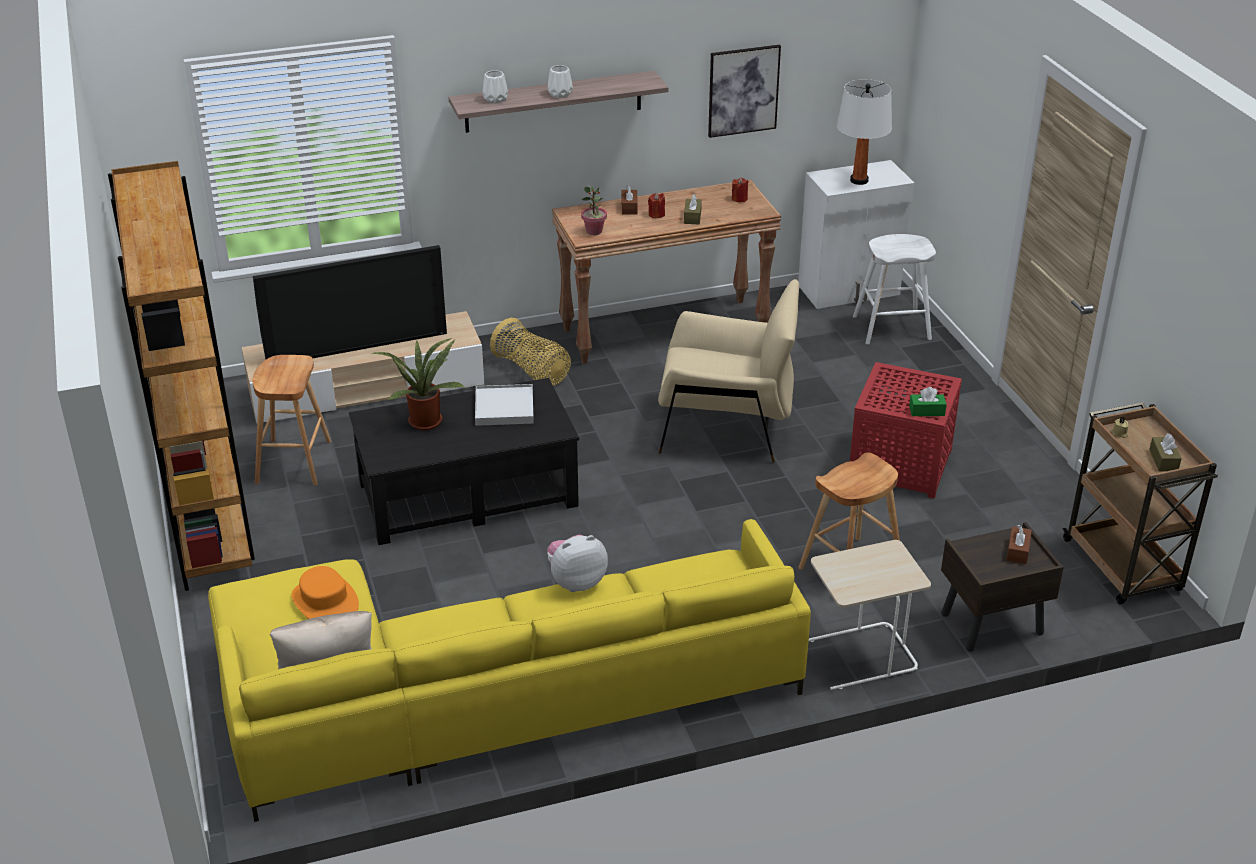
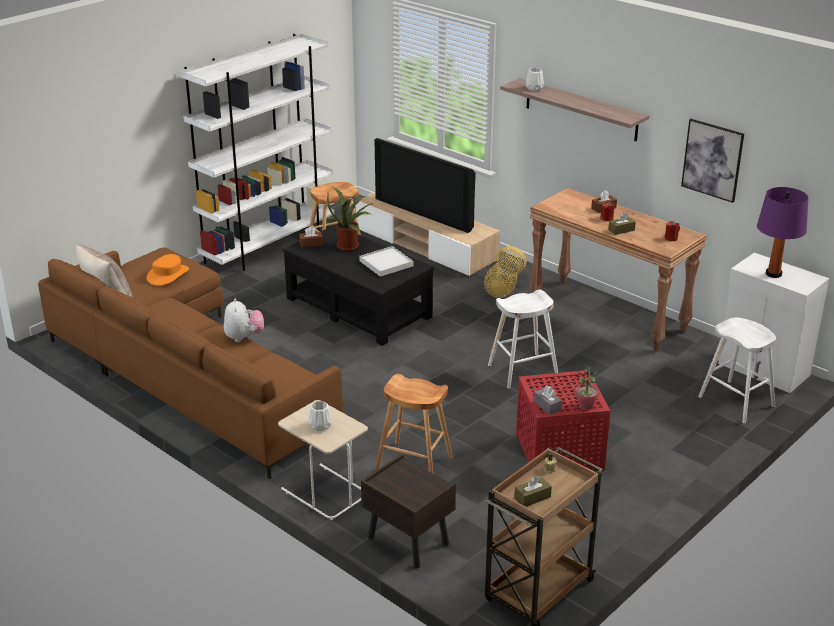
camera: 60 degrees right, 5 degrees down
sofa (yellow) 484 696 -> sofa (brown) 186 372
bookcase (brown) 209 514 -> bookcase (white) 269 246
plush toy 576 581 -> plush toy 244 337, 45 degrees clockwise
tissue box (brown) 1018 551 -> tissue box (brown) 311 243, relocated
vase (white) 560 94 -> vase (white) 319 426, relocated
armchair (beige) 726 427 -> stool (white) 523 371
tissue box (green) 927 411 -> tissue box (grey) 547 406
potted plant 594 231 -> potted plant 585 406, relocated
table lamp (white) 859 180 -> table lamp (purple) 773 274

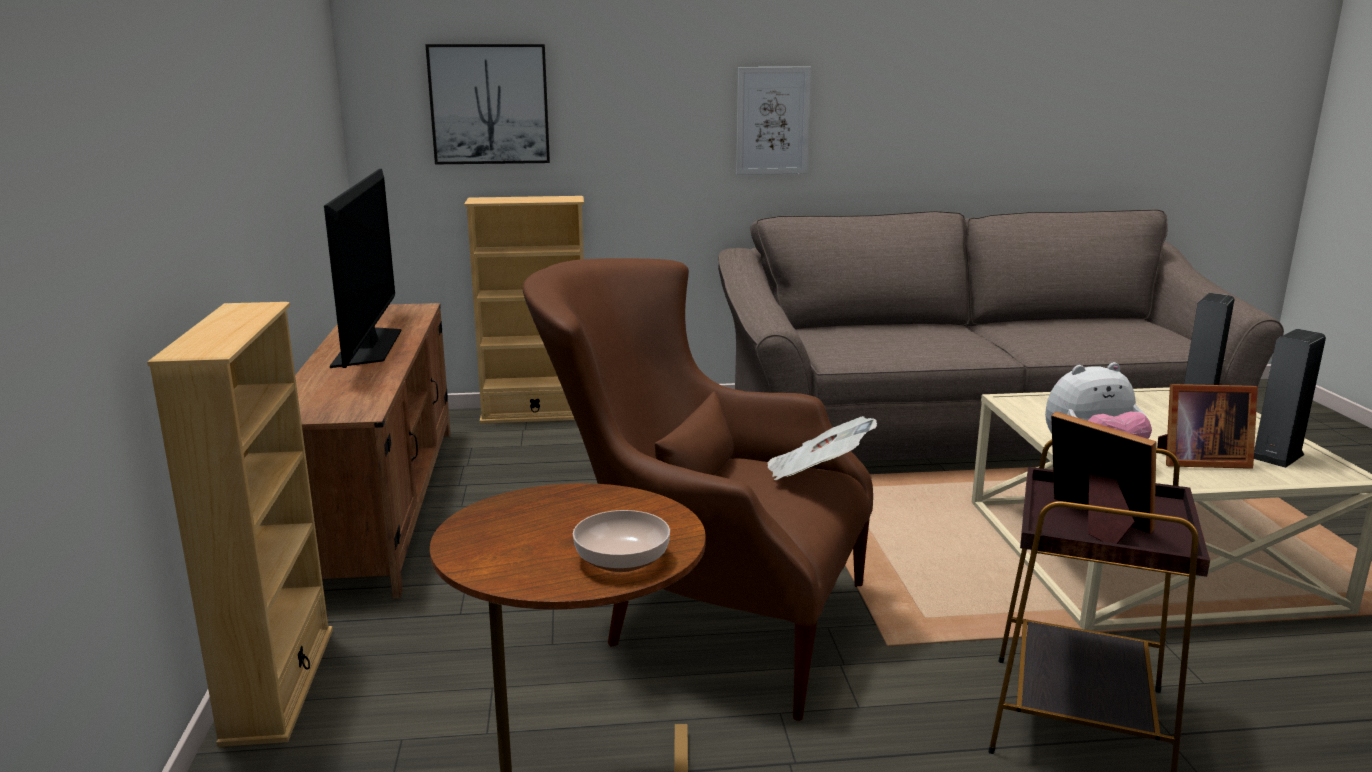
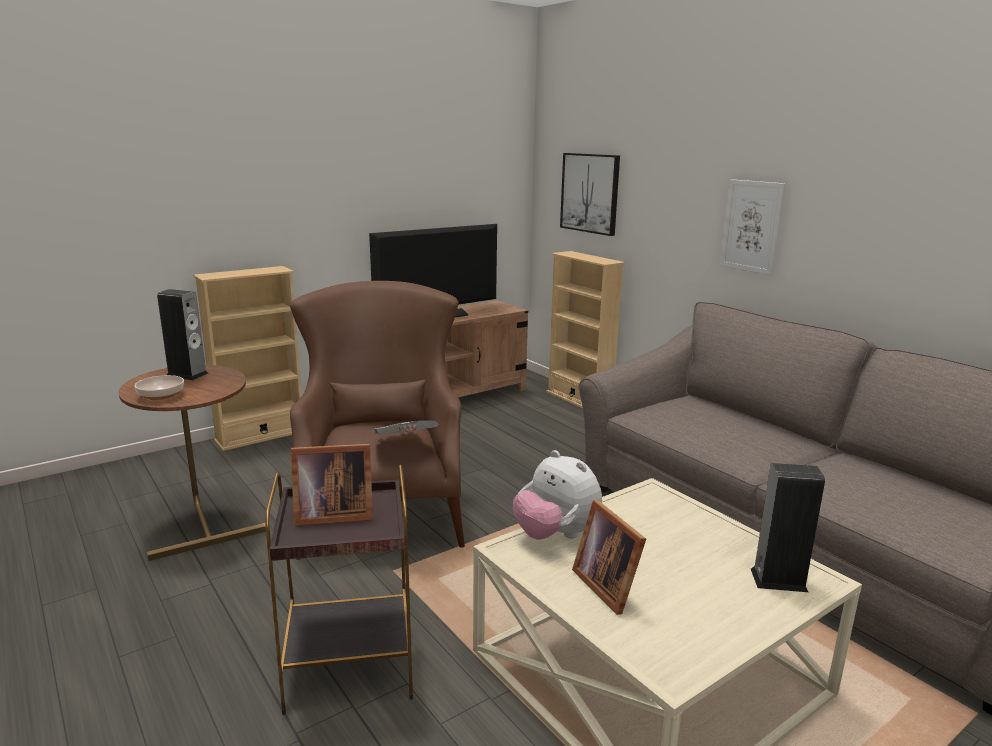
camera: 60 degrees right, 0 degrees up
speaker 1276 456 -> speaker 187 374, relocated
picture frame 1095 523 -> picture frame 331 514, 60 degrees clockwise

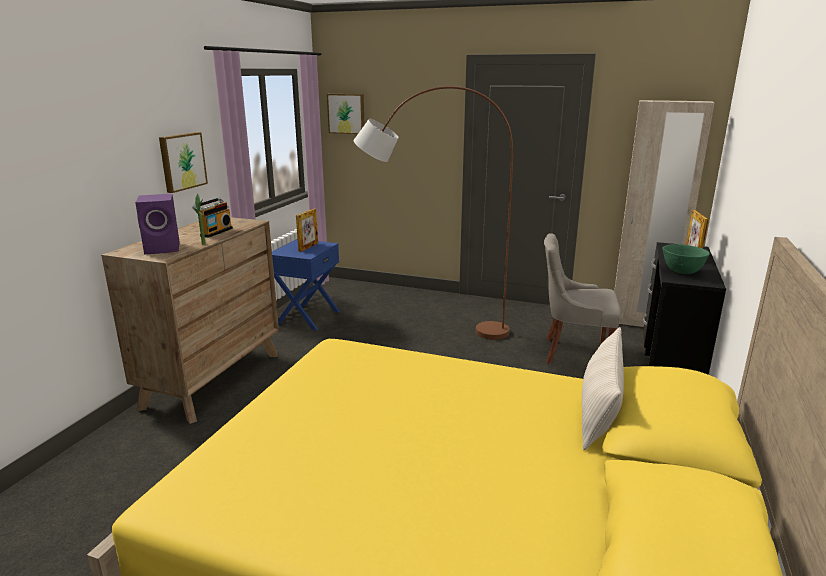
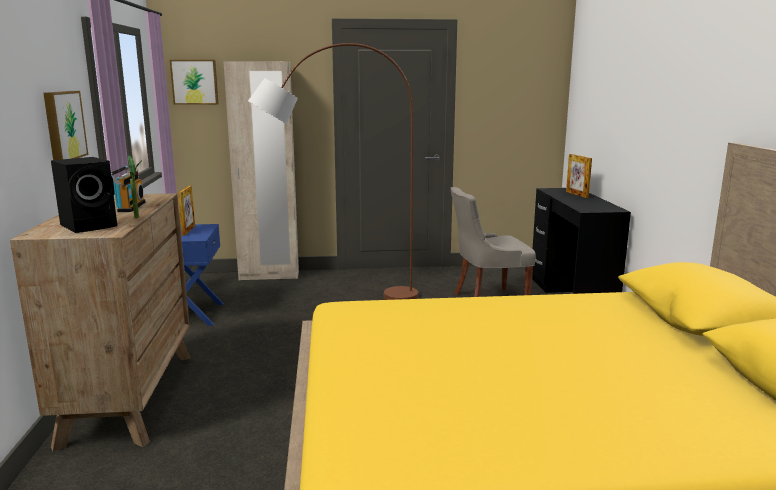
camera: 25 degrees left, 5 degrees down
speaker (purple) 164 248 -> speaker (black) 91 226
wardrobe (beige) 641 322 -> wardrobe (beige) 269 276, relocated
pillow (beige) 599 412 -> none
bowl (green) 681 271 -> none

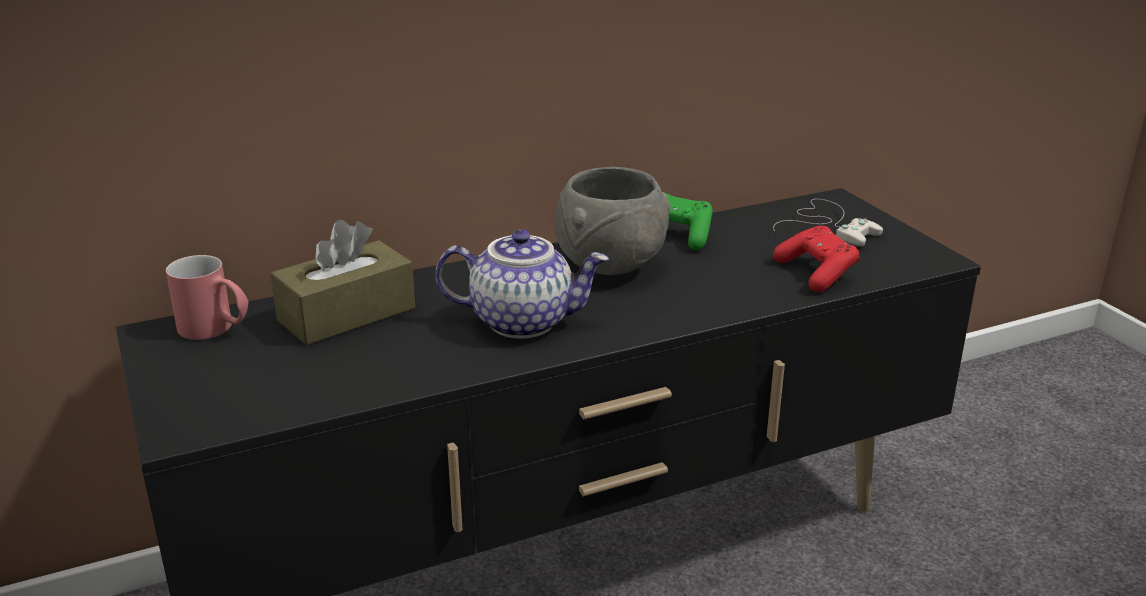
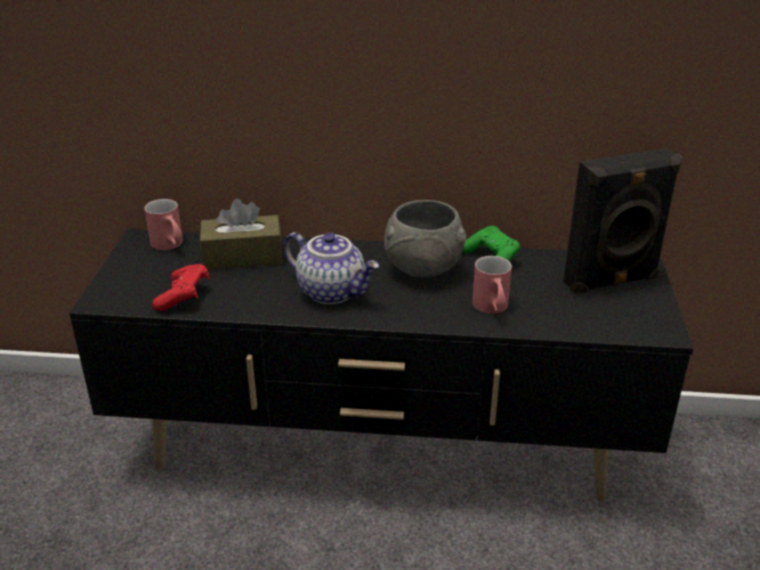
camera: 30 degrees right, 5 degrees up
game controller (red) 816 273 -> game controller (red) 184 297, relocated
none -> mug (red) 492 309
game controller (white) 828 225 -> speaker (black) 612 282

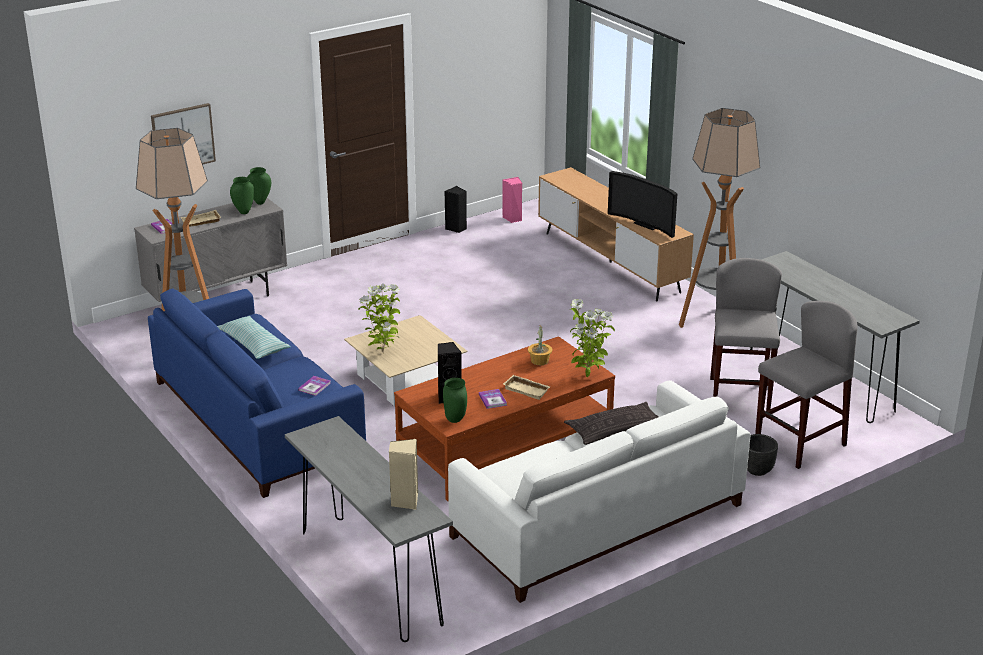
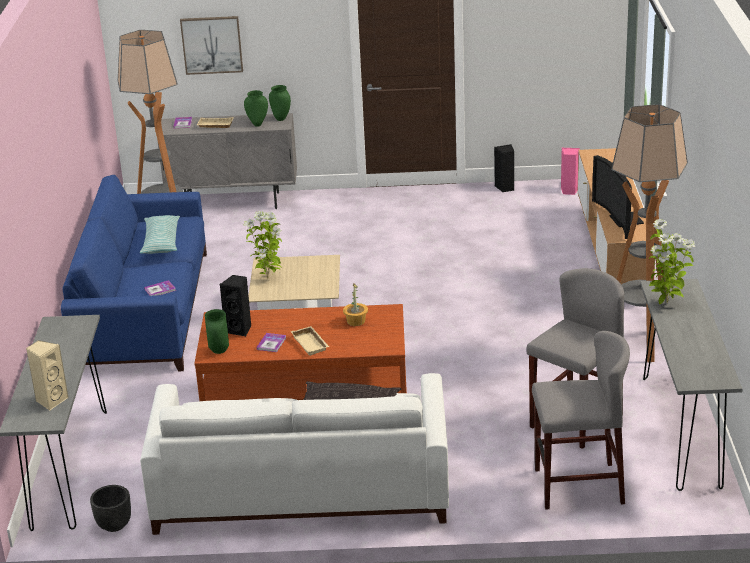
camera: 35 degrees right, 0 degrees up
planter (black) 757 470 -> planter (black) 113 525, relocated
potted plant 588 375 -> potted plant 666 303, relocated

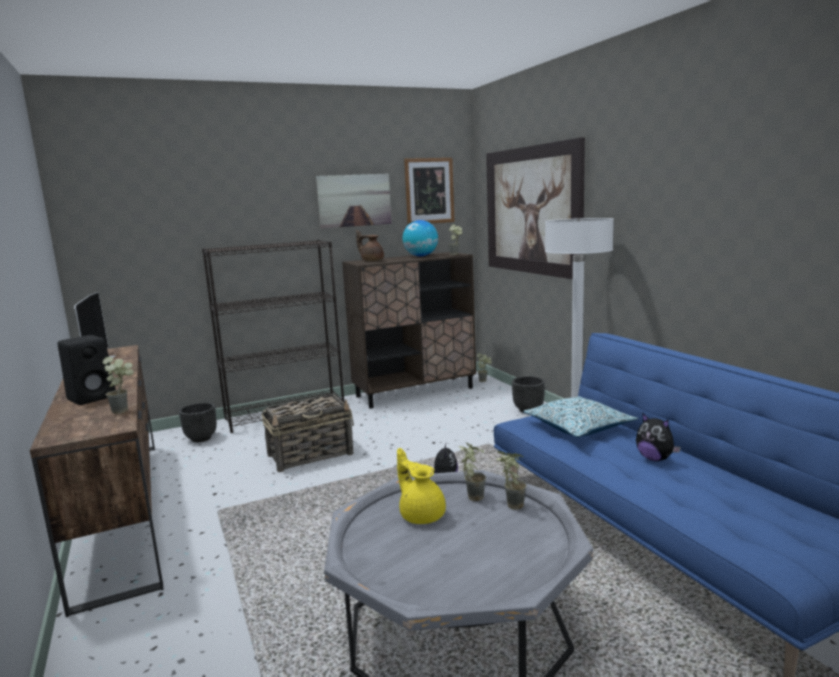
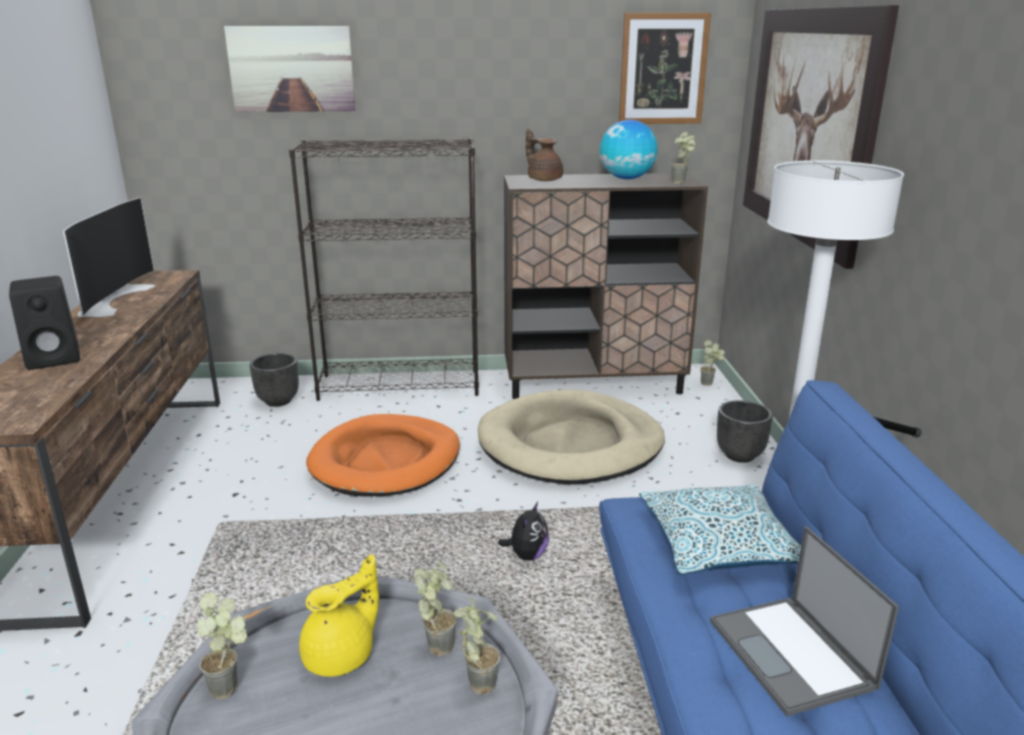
camera: 20 degrees right, 10 degrees up
potted plant 125 410 -> potted plant 233 687, relocated
picture 354 200 -> picture 291 69, relocated
teapot (yellow) 421 514 -> teapot (yellow) 342 655, 60 degrees clockwise
basket 311 454 -> dog bed (orange) 386 461
none -> dog bed (beige) 570 444
plush toy 655 459 -> laptop 792 655

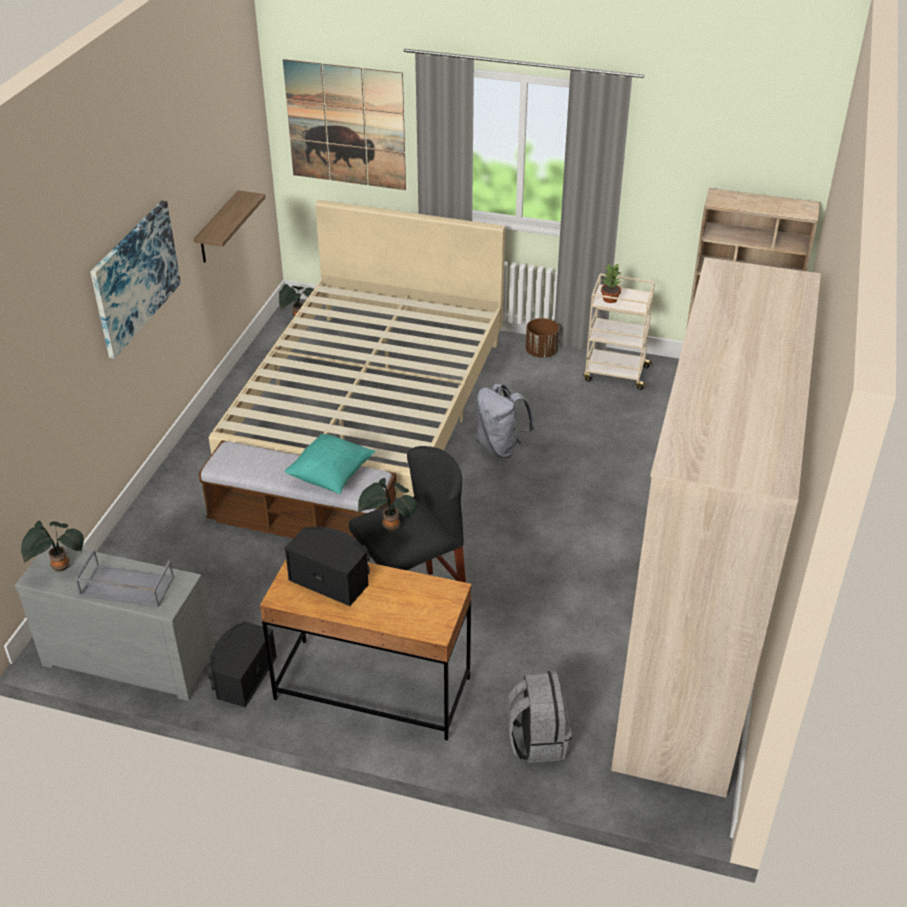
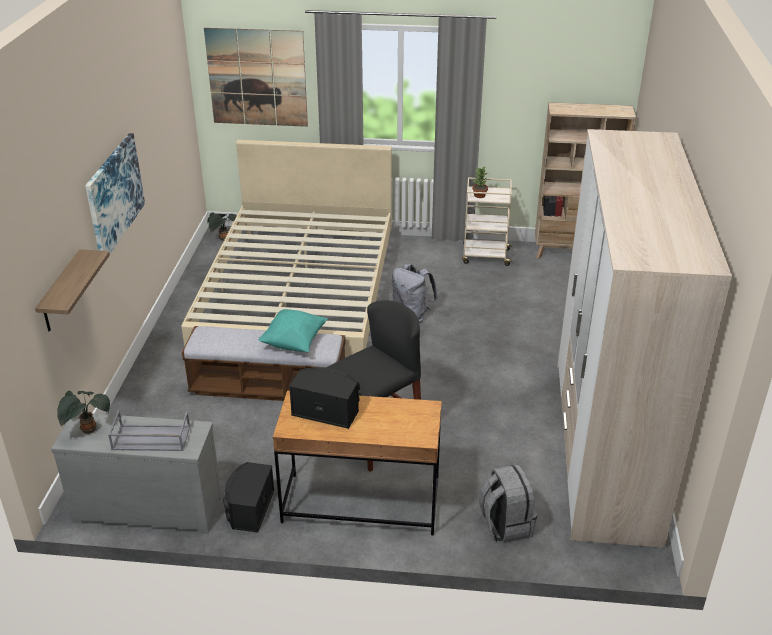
camera: 10 degrees left, 5 degrees down
shelf 218 228 -> shelf 61 292, relocated
potted plant 389 527 -> none
planter (brown) 541 352 -> none

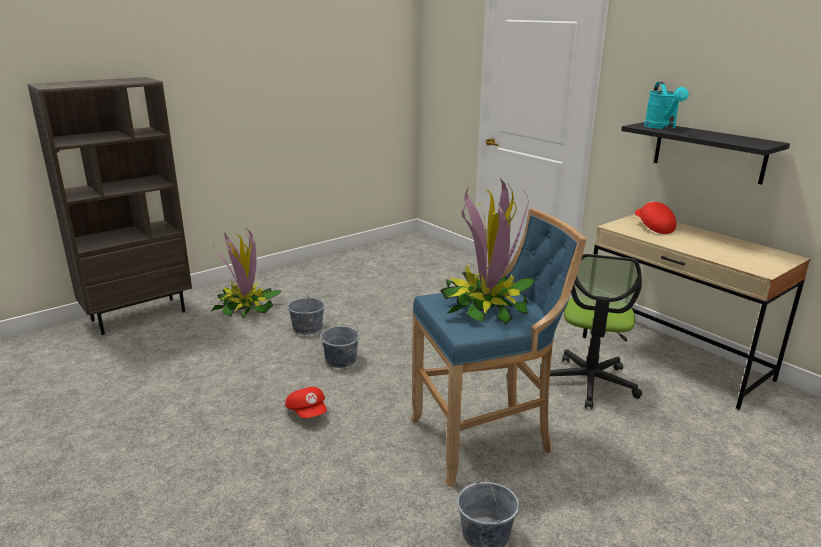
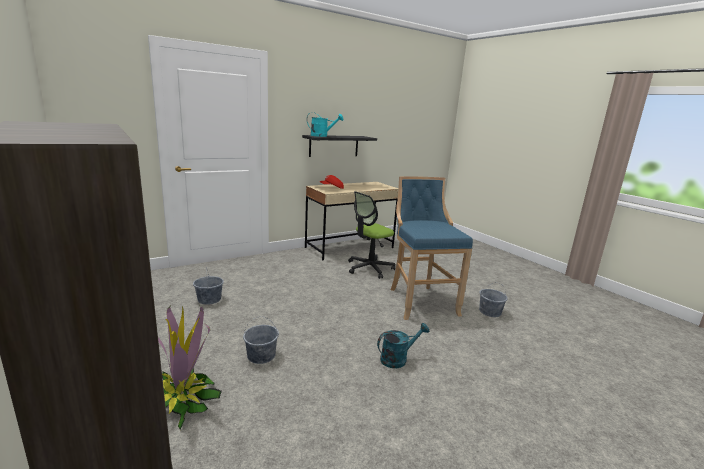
camera: 85 degrees left, 5 degrees down
bucket (grey) 340 360 -> bucket (grey) 209 299, relocated
office chair 589 383 -> office chair 369 268, 120 degrees clockwise
cap (red) 308 412 -> watering can (turquoise) 398 359
potted plant 486 307 -> none

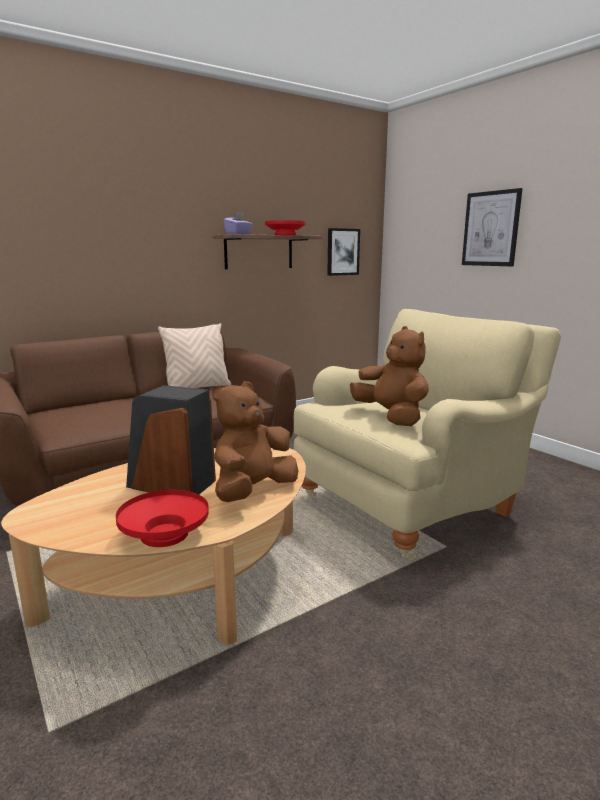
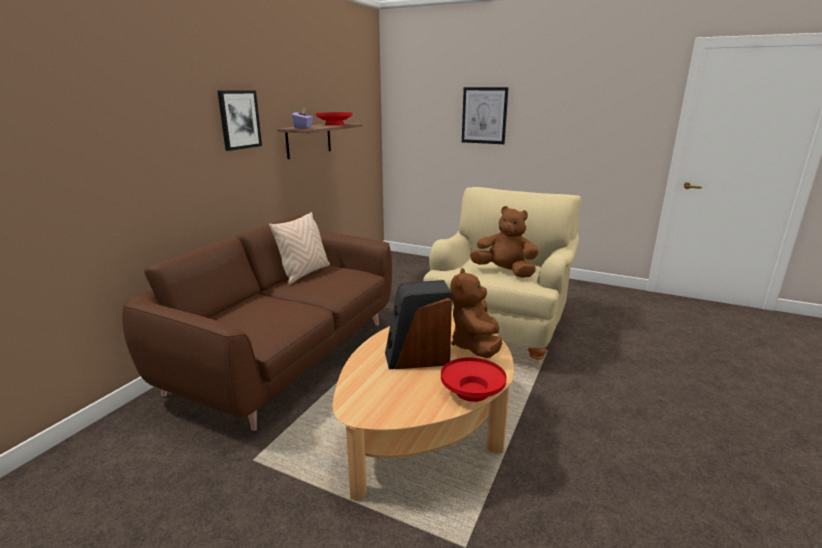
camera: 30 degrees left, 5 degrees up
picture 342 252 -> picture 239 119, relocated

